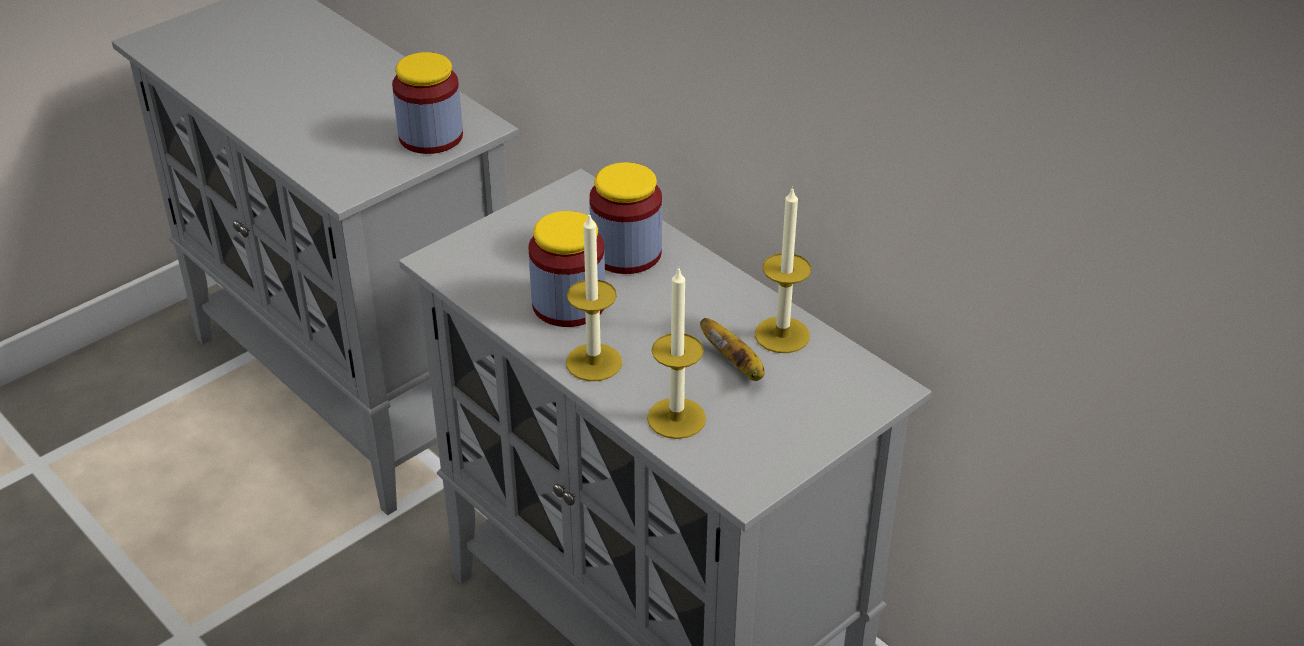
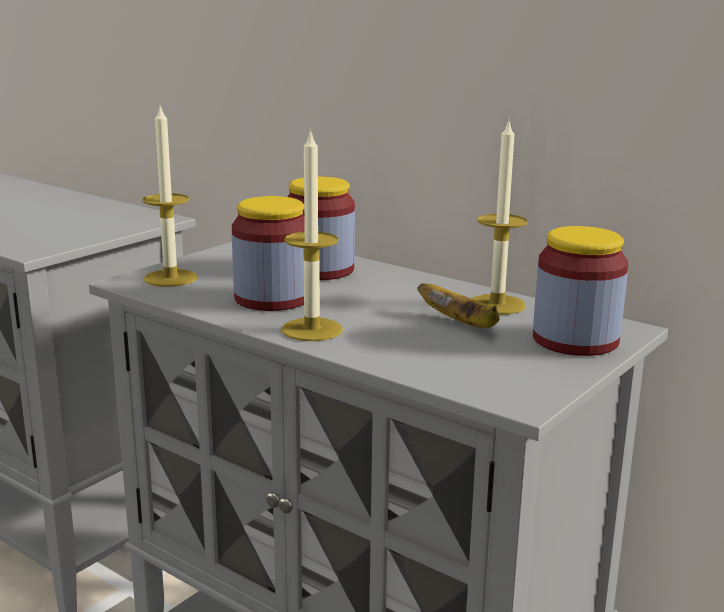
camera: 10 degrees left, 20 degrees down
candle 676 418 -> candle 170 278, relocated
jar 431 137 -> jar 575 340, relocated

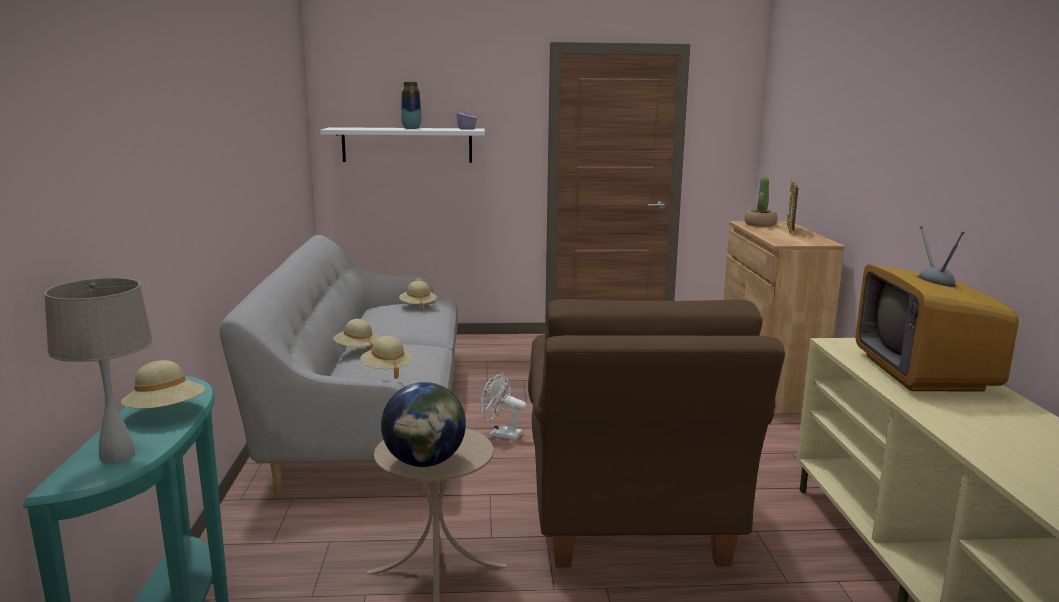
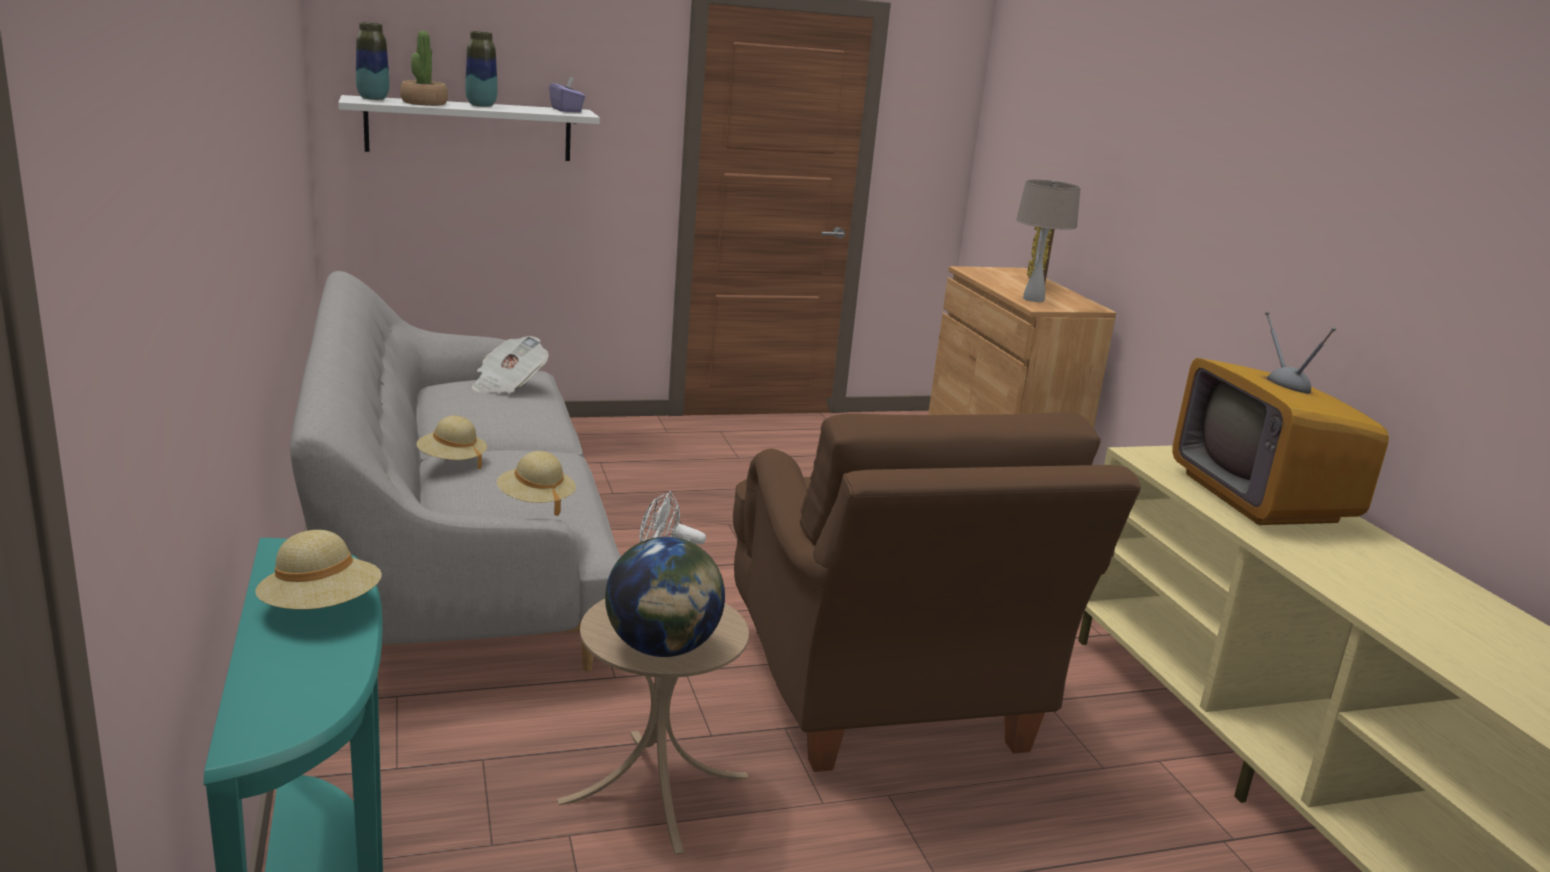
camera: 15 degrees left, 5 degrees up
none -> vase 373 98
potted plant 760 224 -> potted plant 424 103, relocated
hat (beige) 418 306 -> newspaper 508 385
table lamp (beige) 116 455 -> table lamp (beige) 1033 299, relocated

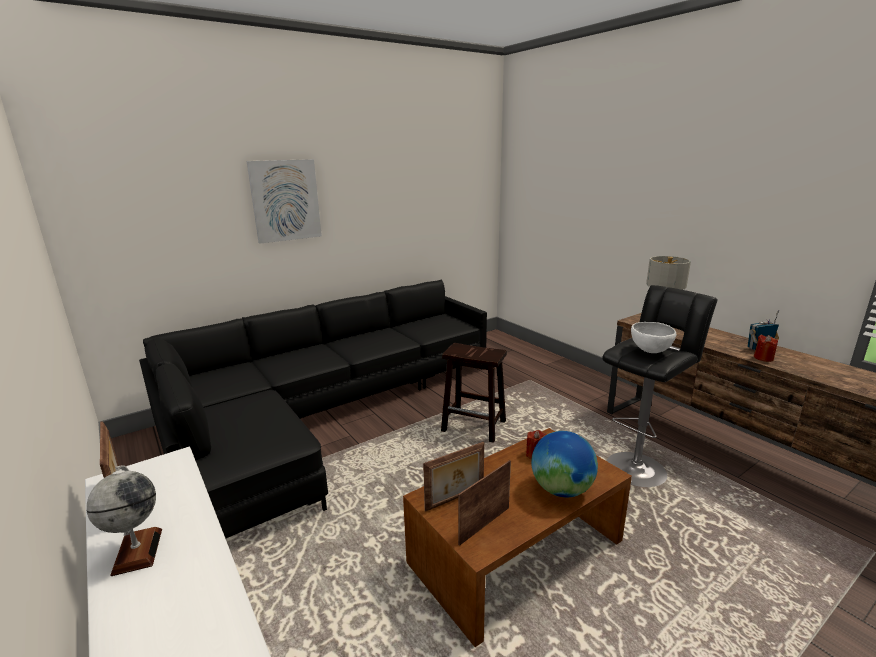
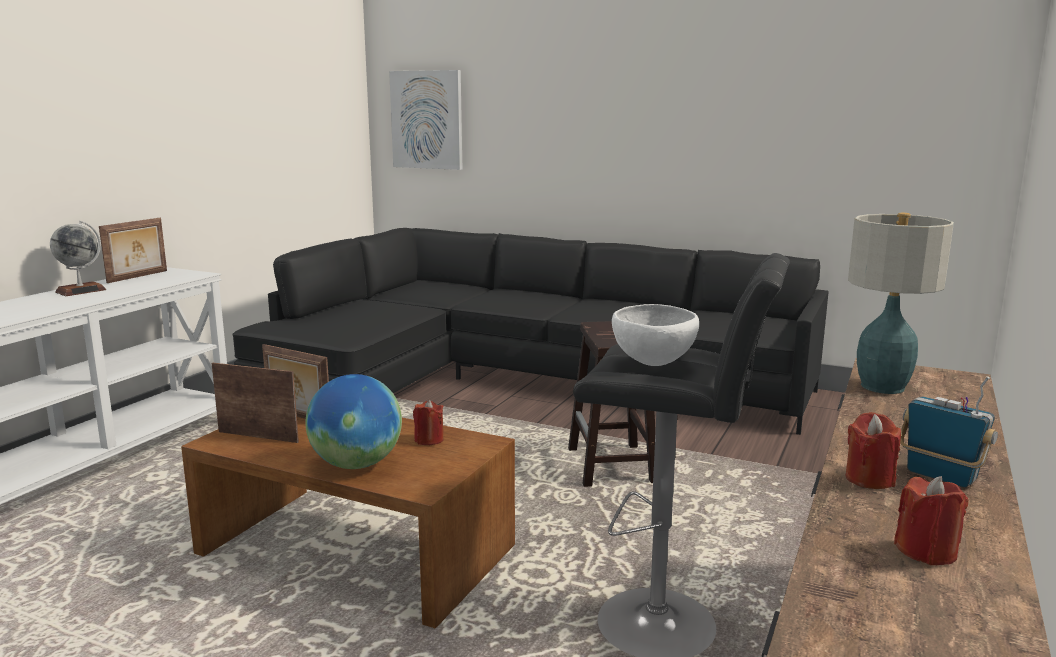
camera: 60 degrees right, 5 degrees down
picture 285 200 -> picture 427 120, relocated
none -> candle (red) 926 551

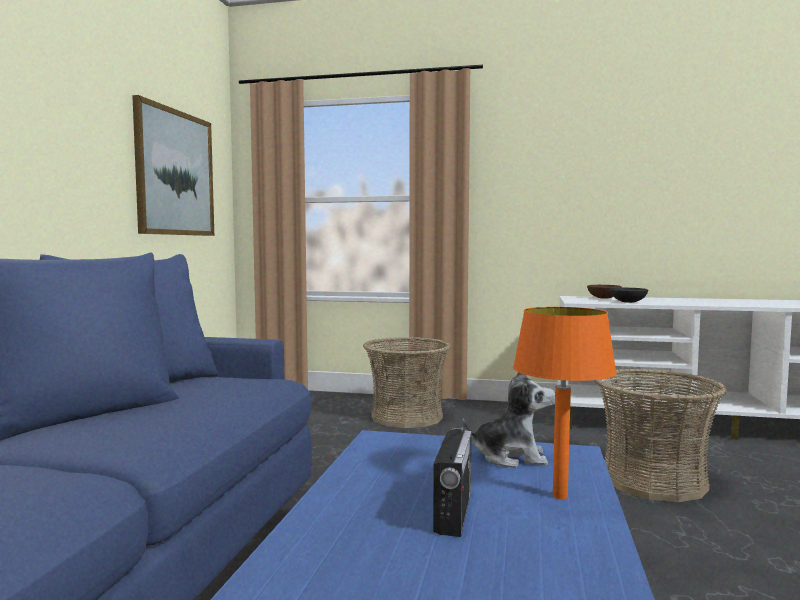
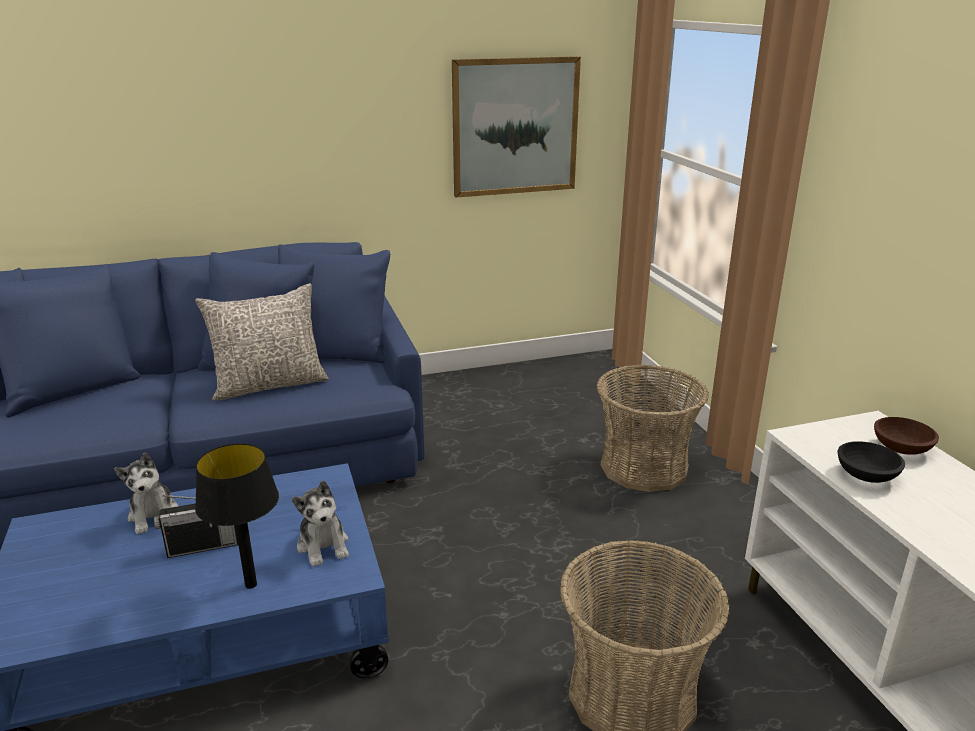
camera: 60 degrees right, 20 degrees up
none -> plush toy 154 515
none -> pillow (grey) 269 384
table lamp (orange) 559 496 -> table lamp (black) 250 584

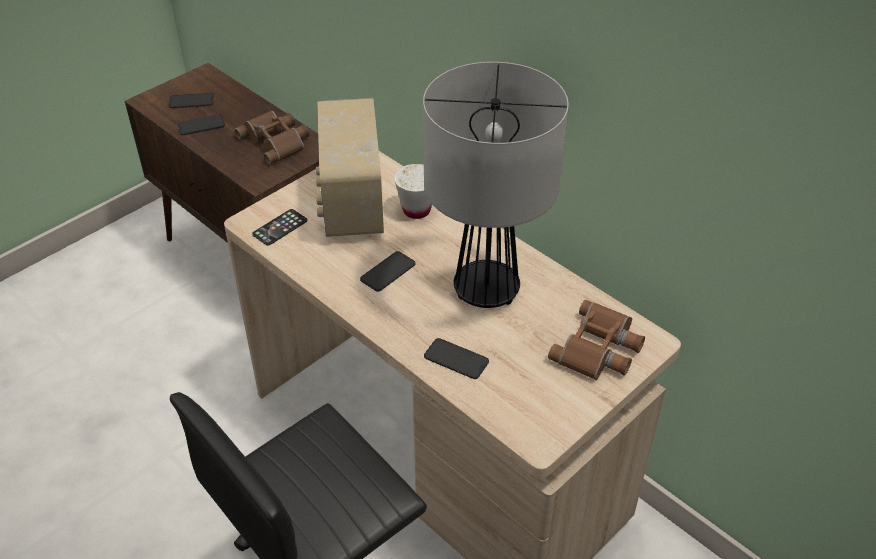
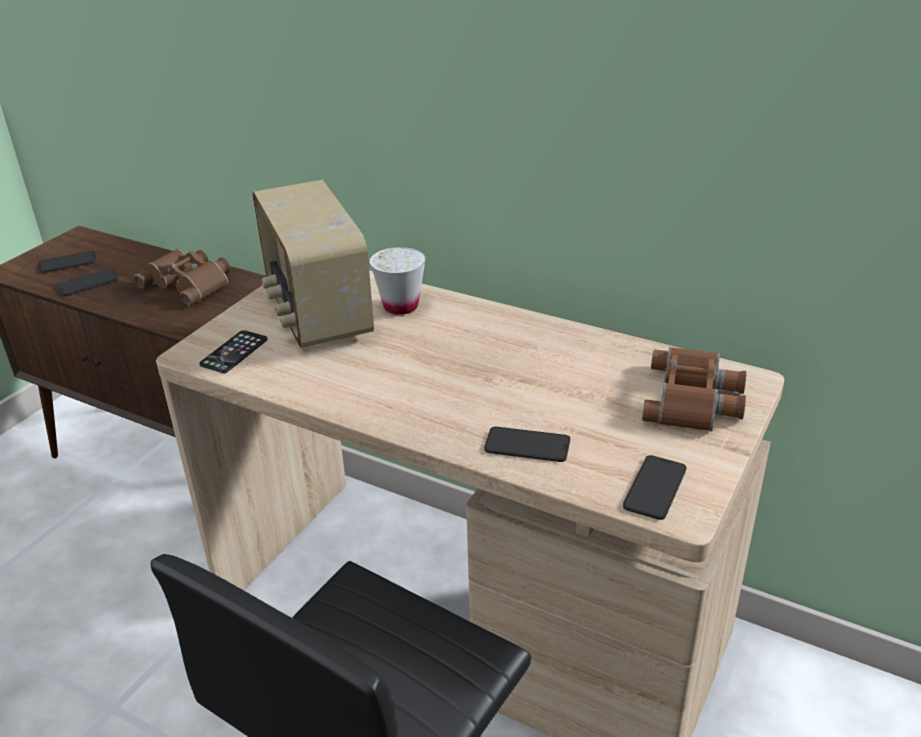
camera: 15 degrees left, 10 degrees down
phone 388 272 -> phone 655 488, relocated
table lamp 485 291 -> none

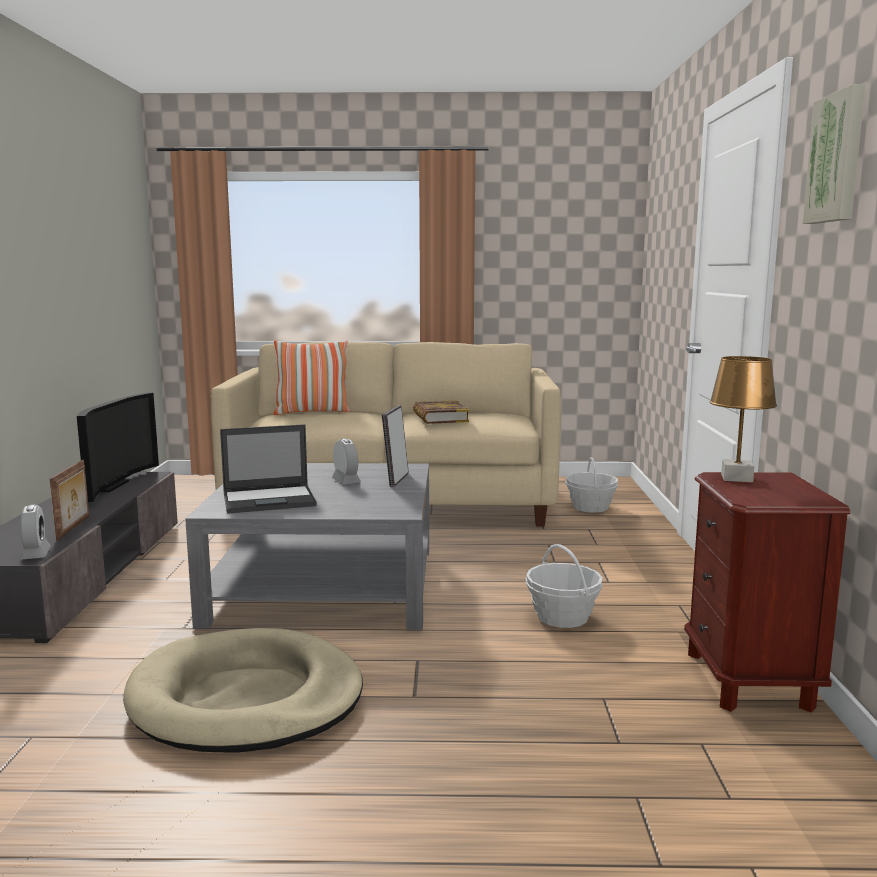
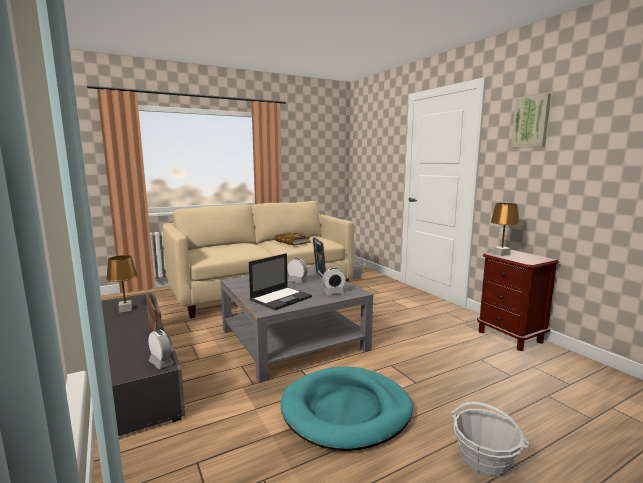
camera: 30 degrees left, 0 degrees up
television 107 486 -> table lamp (brown) 125 309
dog bed (beige) 246 698 -> dog bed (turquoise) 346 411
none -> alarm clock 333 293
basket 562 617 -> basket 484 460, relocated
pillow 312 412 -> none

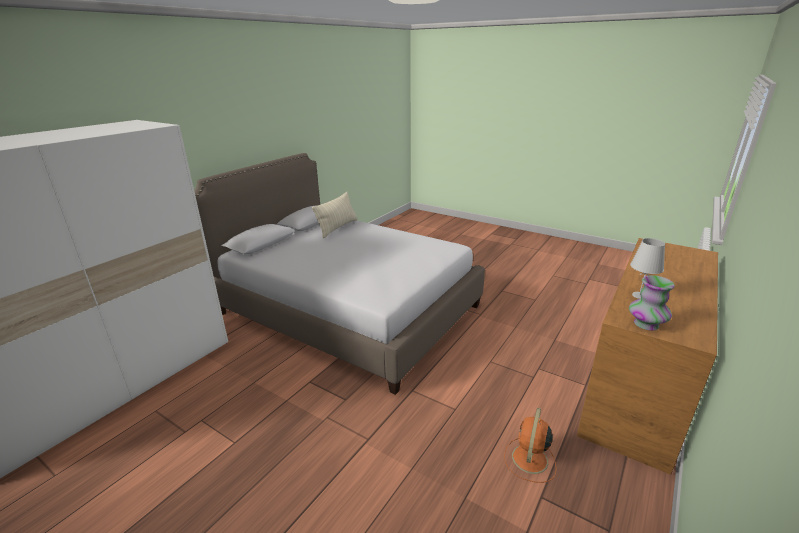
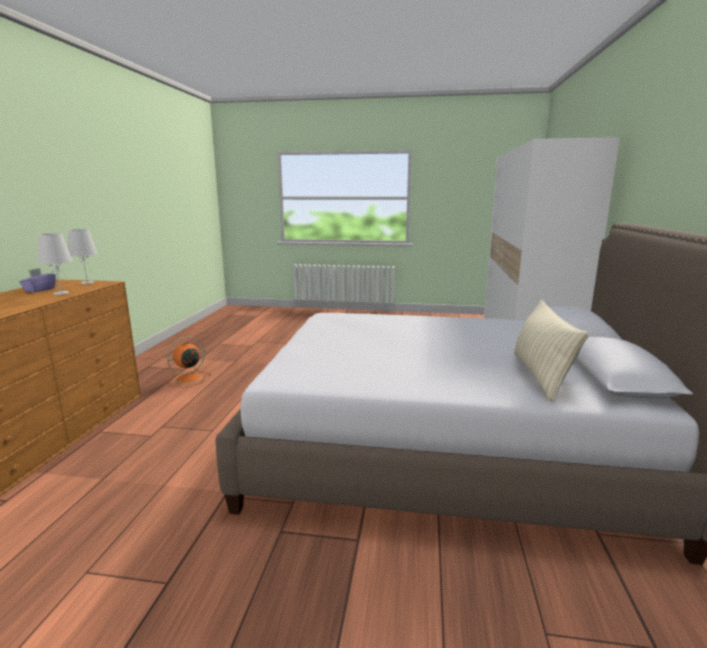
camera: 155 degrees right, 10 degrees down
none -> tissue box (purple) 39 290
vase 646 324 -> table lamp (white) 87 283
fan (orange) 529 460 -> fan (orange) 187 379, 135 degrees counterclockwise

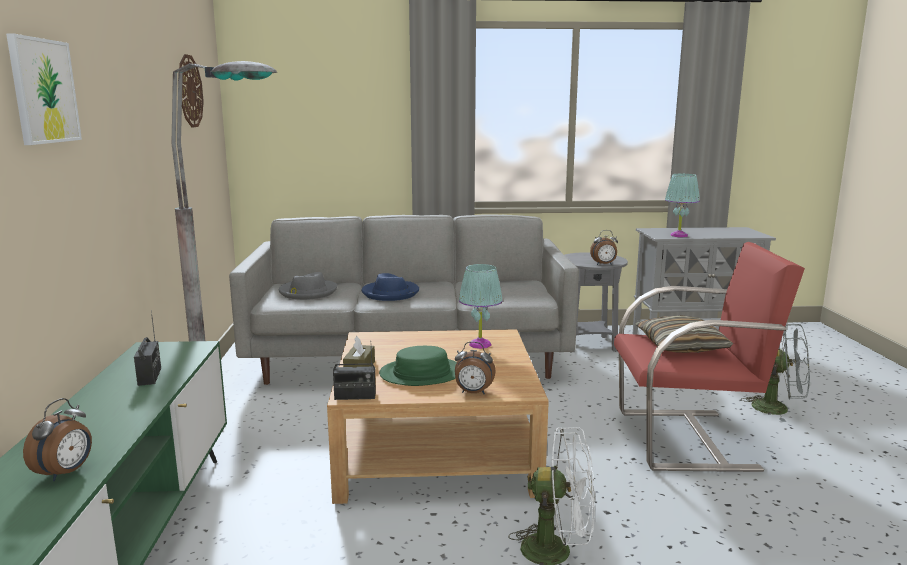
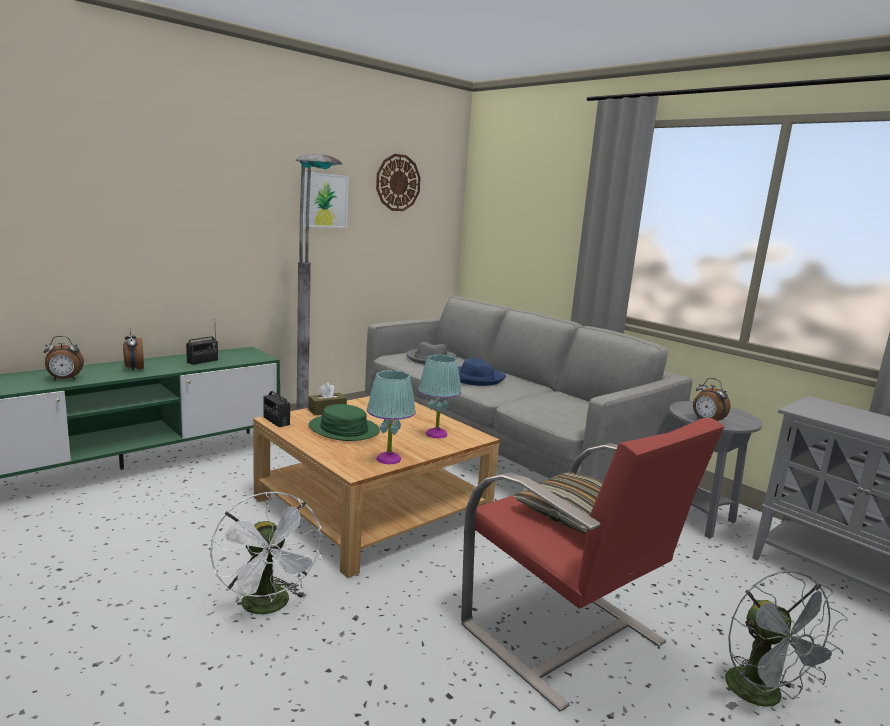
camera: 50 degrees right, 0 degrees up
alarm clock 473 393 -> alarm clock 134 369, relocated
picture 44 91 -> picture 324 200, relocated
table lamp (turquoise) 679 235 -> table lamp (turquoise) 388 459, relocated

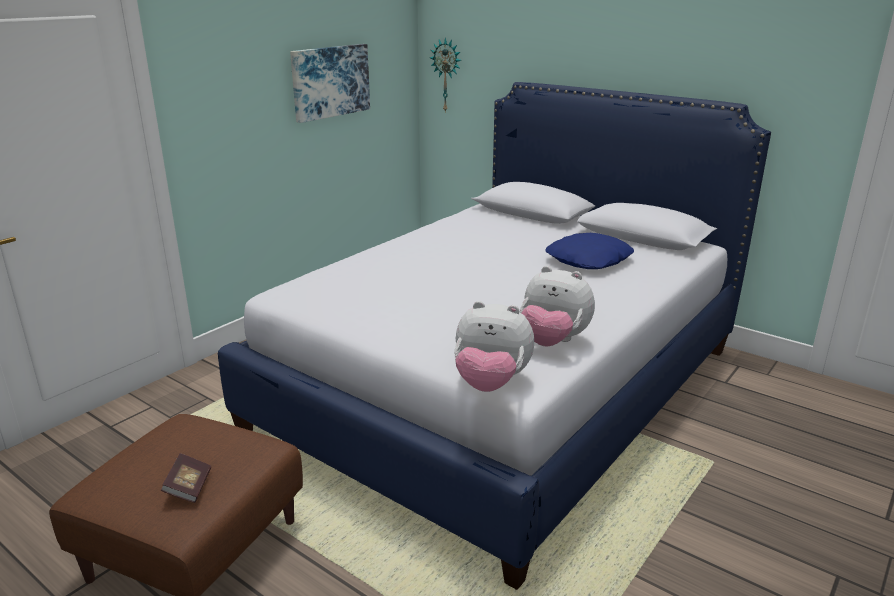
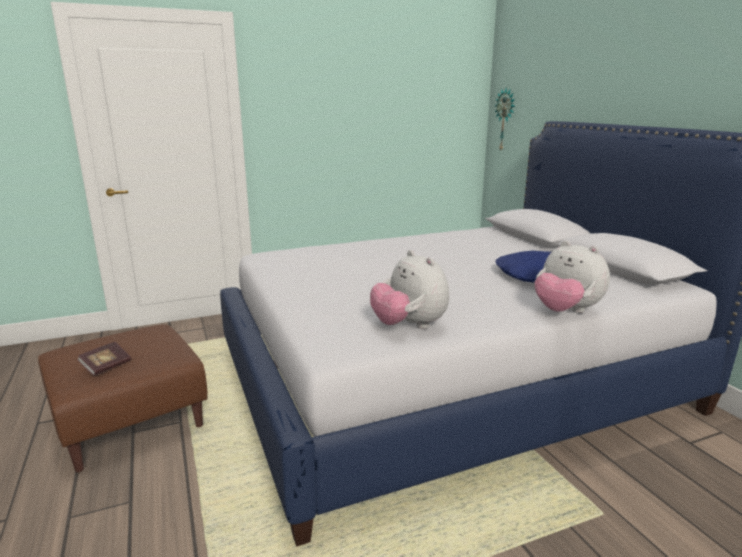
camera: 30 degrees right, 5 degrees down
plush toy 491 383 -> plush toy 566 311, relocated
picture 330 81 -> none

